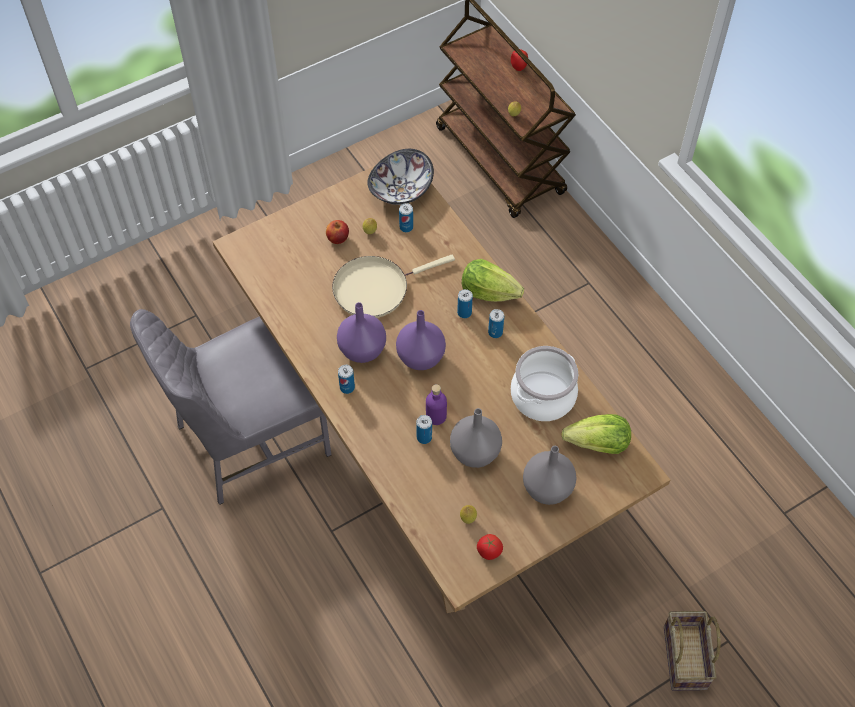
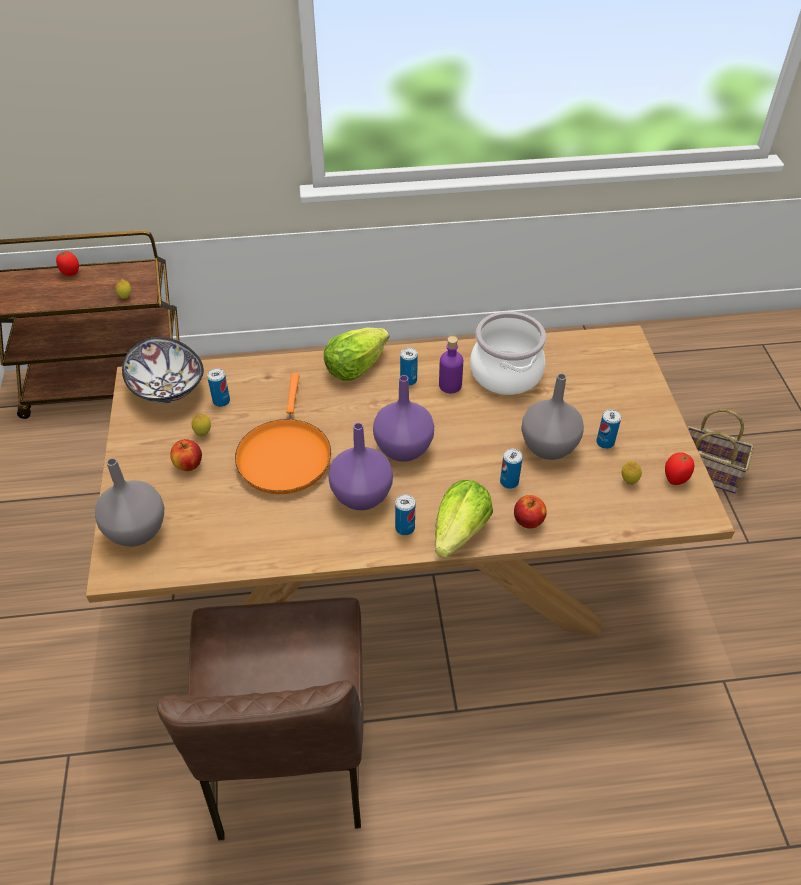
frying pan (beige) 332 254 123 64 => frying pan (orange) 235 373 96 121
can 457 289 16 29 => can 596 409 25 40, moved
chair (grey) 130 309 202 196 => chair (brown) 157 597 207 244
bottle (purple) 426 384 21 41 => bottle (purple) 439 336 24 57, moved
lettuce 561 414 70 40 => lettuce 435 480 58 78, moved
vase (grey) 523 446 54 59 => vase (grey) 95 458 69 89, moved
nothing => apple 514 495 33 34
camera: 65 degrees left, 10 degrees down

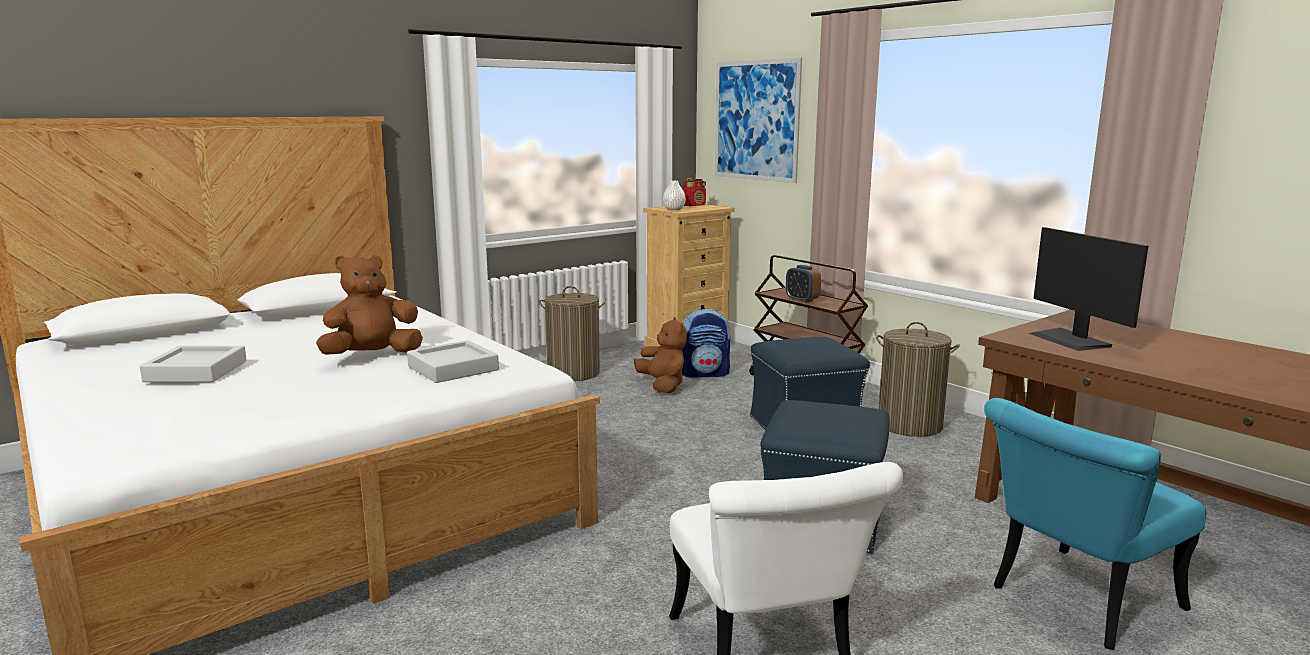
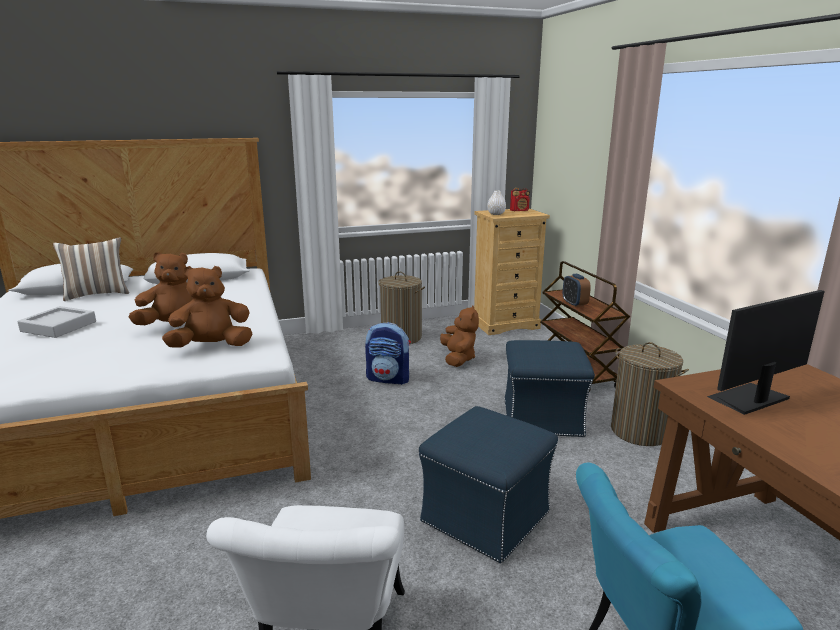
picture 715 57 87 126 => nothing
monitor 1028 227 120 124 => monitor 707 290 118 125, 60 degrees clockwise
backpack 682 309 48 68 => backpack 365 322 46 63, moved
tray (grey) 407 340 92 43 => plush toy (brown) 162 266 90 81
nothing => pillow 53 237 76 64
camera: 20 degrees right, 5 degrees up

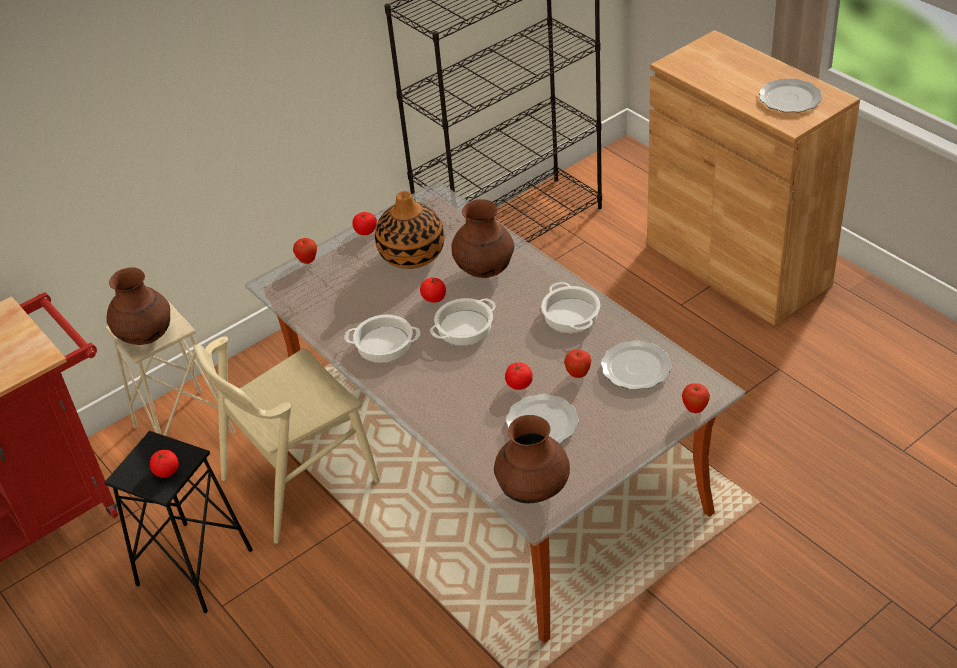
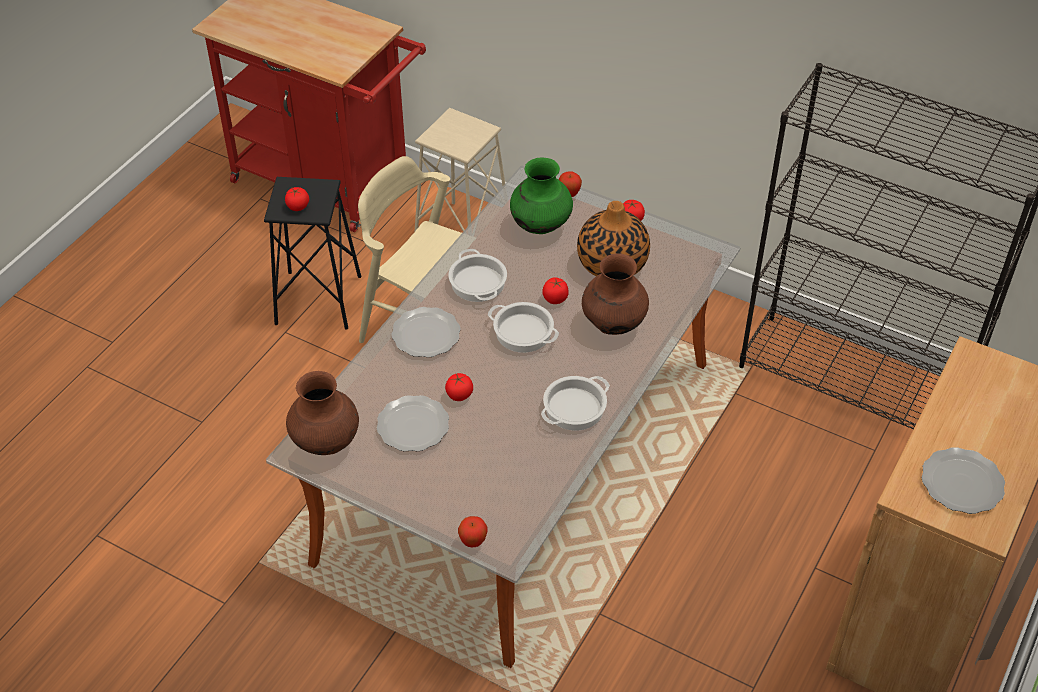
vase (brown) 107 267 63 78 => nothing
plate 601 340 71 50 => plate 391 307 70 51, moved
apple 564 349 27 29 => nothing
nothing => vase (green) 510 158 63 76
camera: 65 degrees right, 5 degrees up

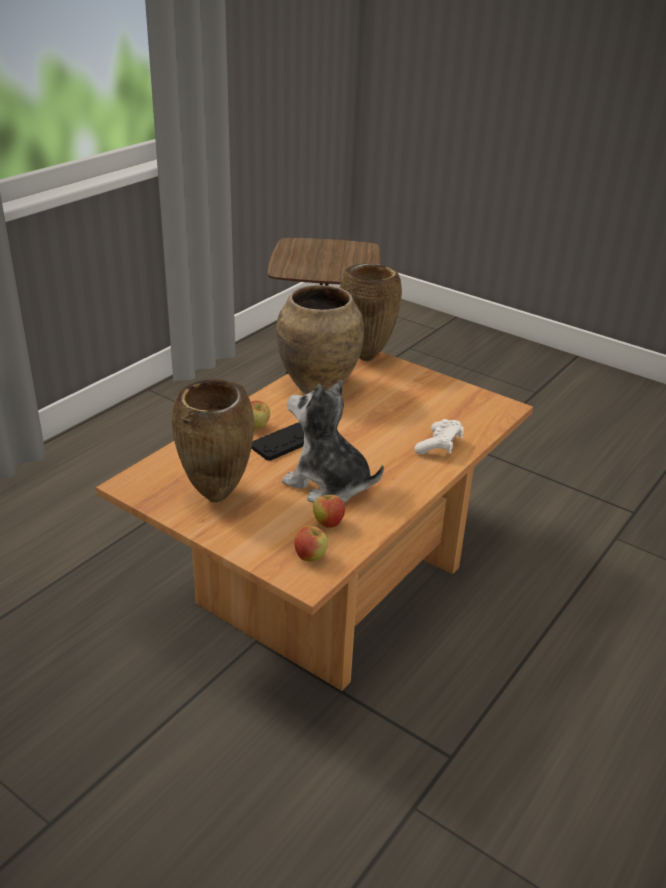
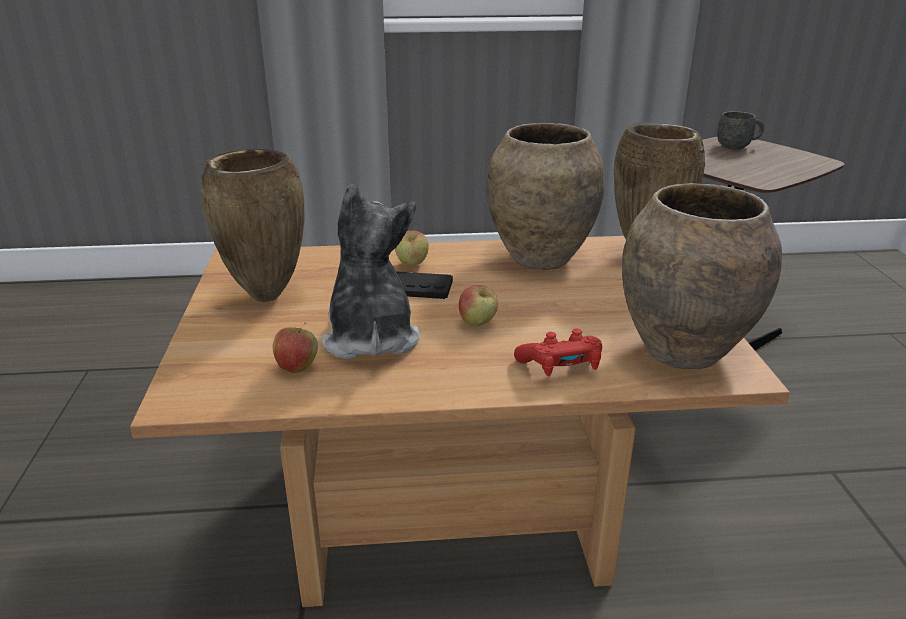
game controller (white) 415 419 49 36 => game controller (red) 514 328 88 49
apple 294 526 34 36 => apple 459 285 39 41, moved
nothing => mug (grey) 717 111 47 39
nothing => vase (brown) 622 183 160 186
camera: 50 degrees right, 5 degrees down

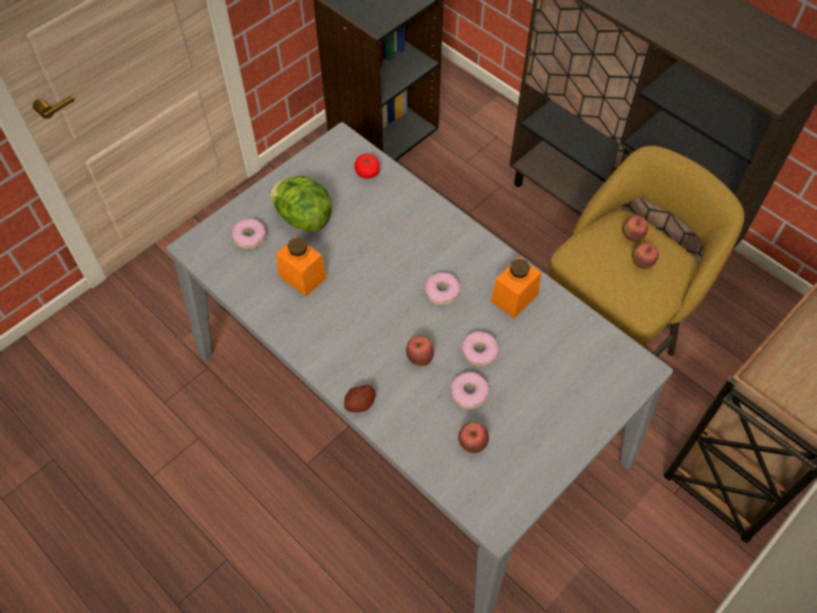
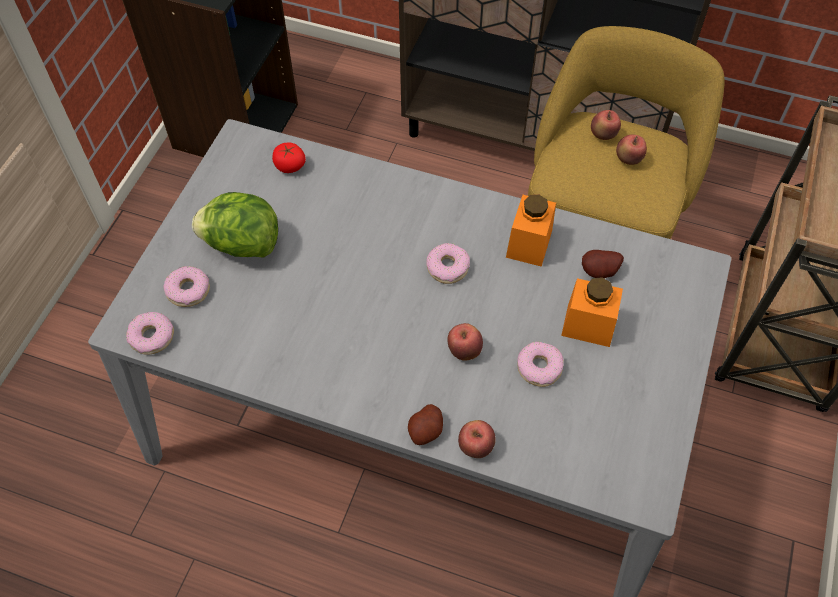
jar (orange) 276 237 51 60 => jar (orange) 561 277 62 70, moved
donut 461 331 38 35 => donut 126 312 48 43, moved
apple 458 422 31 31 => apple 458 420 38 38, moved
nothing => potato 582 250 42 28
camera: 25 degrees left, 0 degrees up

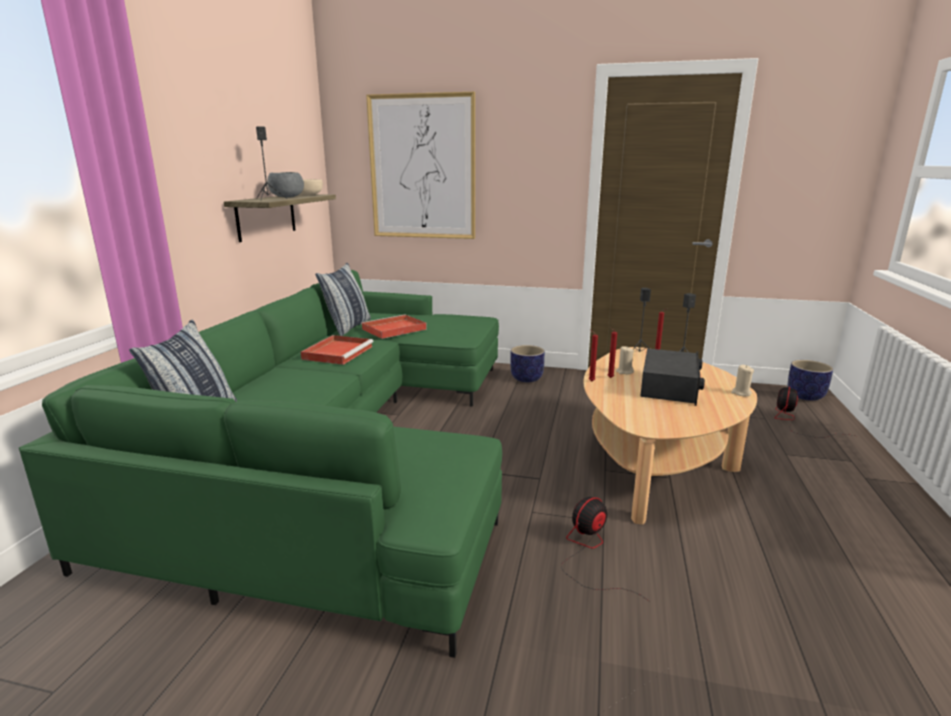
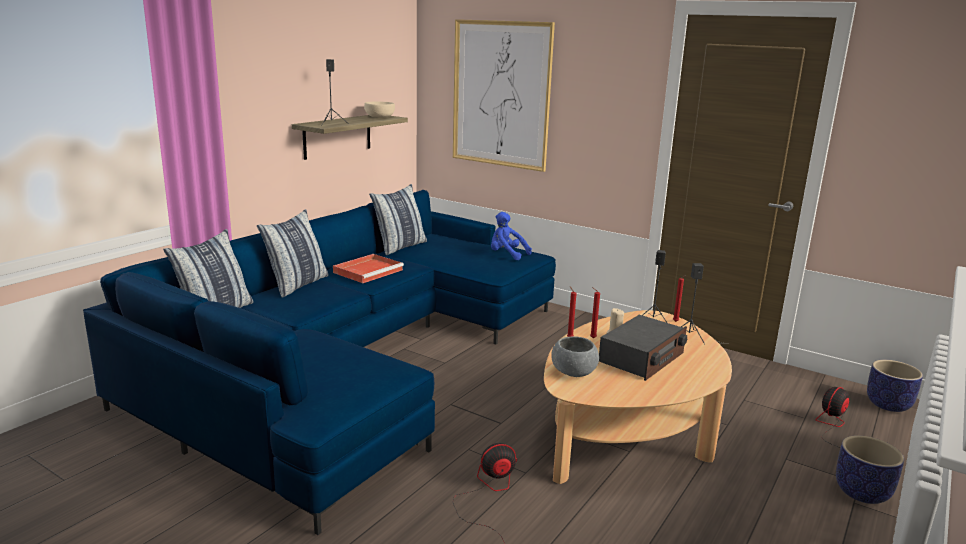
bowl (grey) 267 172 37 26 => bowl (grey) 551 336 48 41, moved
sofa (green) 19 270 483 388 => sofa (blue) 83 190 473 345
tray (red) 361 314 66 25 => nothing
planter 510 345 35 37 => planter 836 435 68 69, moved
candle (beige) 731 365 23 31 => nothing
nothing => pillow 257 209 72 89
nothing => plush toy (blue) 491 212 41 48
camera: 20 degrees right, 0 degrees up

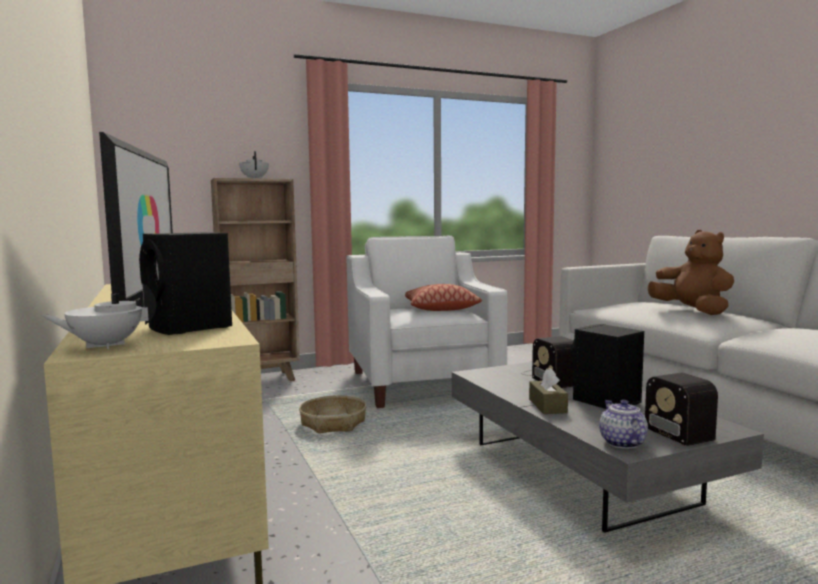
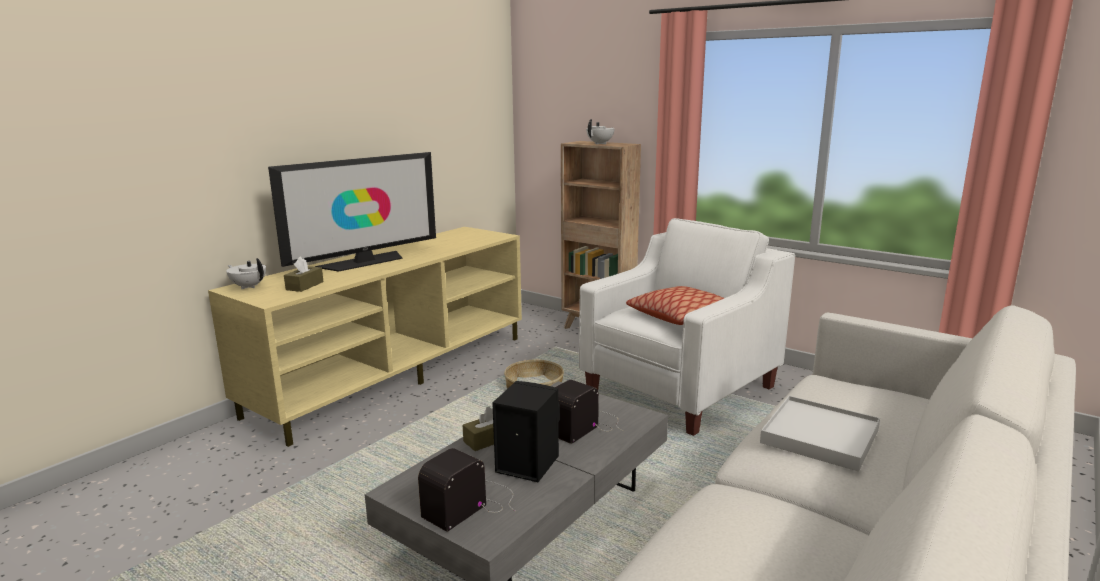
plush toy (brown) 647 230 87 85 => tray (white) 760 396 120 76
speaker (black) 139 232 93 103 => tissue box (brown) 284 256 40 36
teapot 599 400 49 49 => nothing
camera: 60 degrees right, 10 degrees up

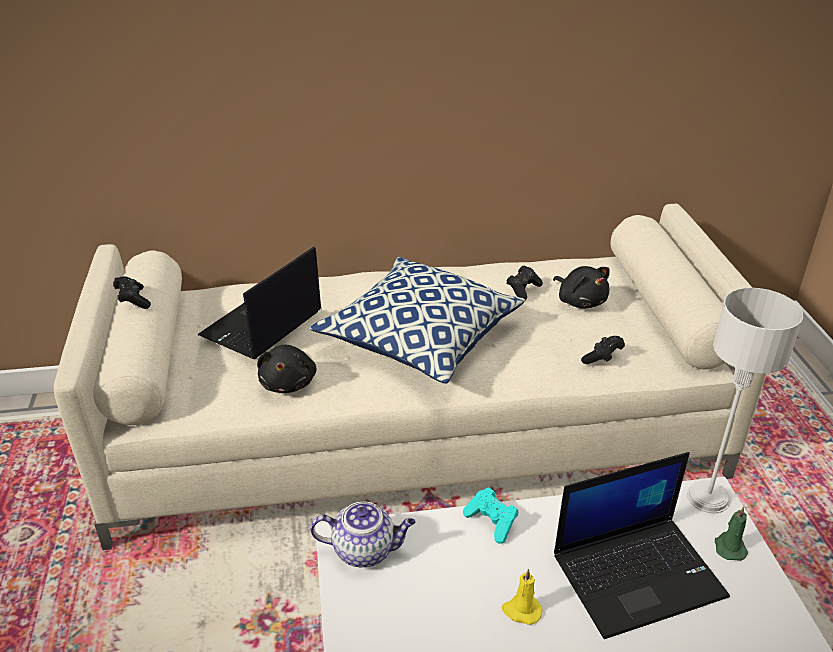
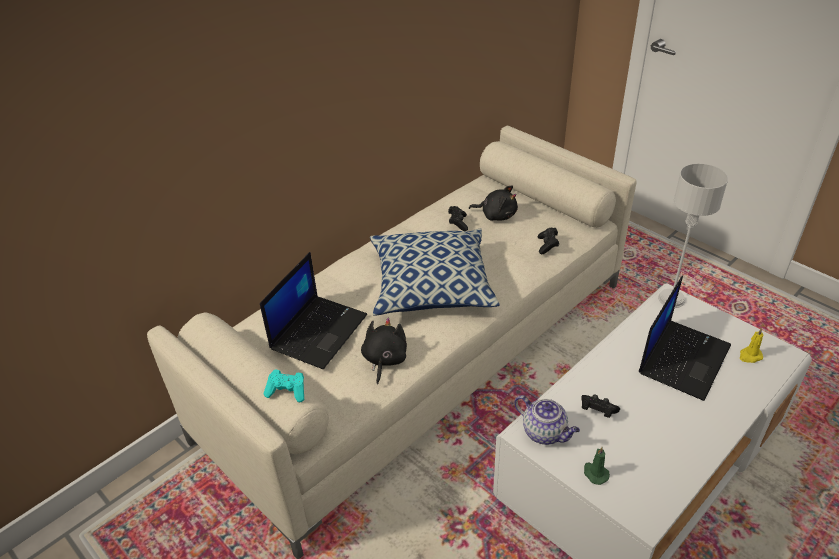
laptop 197 246 124 114 => laptop 260 252 107 117, 150 degrees counterclockwise
game controller (black) 113 276 38 33 => game controller (black) 581 394 39 24, moved
plush toy (black) 257 345 60 48 => plush toy (black) 361 318 46 67, 135 degrees counterclockwise
game controller (turquoise) 463 488 55 56 => game controller (turquoise) 264 370 40 32, moved
teapot 310 501 105 66 => teapot 514 395 66 50, 75 degrees clockwise
candle (green) 715 506 33 55 => candle (green) 584 447 26 38, moved
candle (yellow) 502 569 40 56 => candle (yellow) 740 328 23 35, moved
camera: 35 degrees left, 5 degrees up

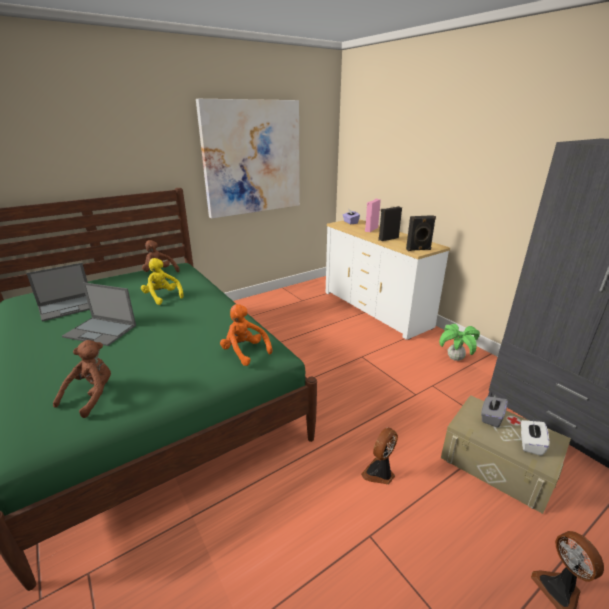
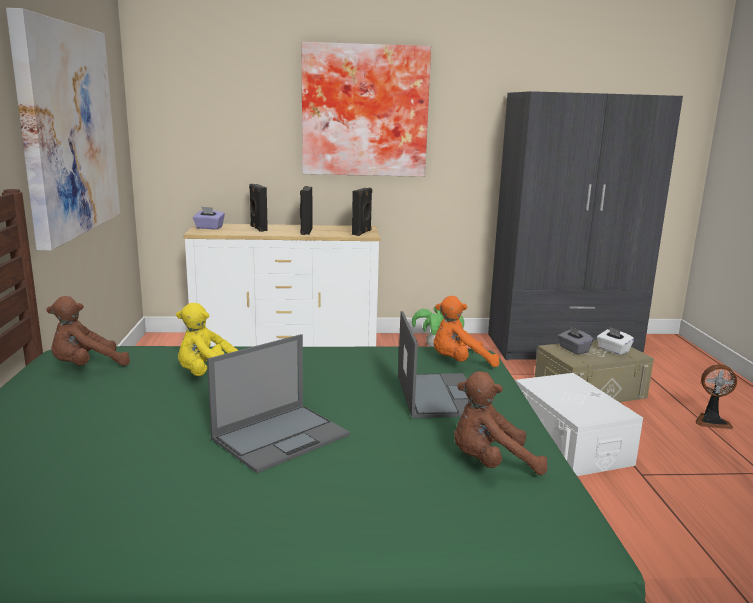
speaker (pink) 365 199 16 33 => speaker (black) 249 184 19 48
laptop 26 263 64 58 => laptop 398 311 72 107, moved
plush toy (brown) 53 340 58 78 => plush toy (brown) 454 371 93 104, 60 degrees counterclockwise
fan 361 427 37 58 => storage box (white) 515 373 128 103
nothing => picture 302 42 129 135
camera: 60 degrees left, 10 degrees down

